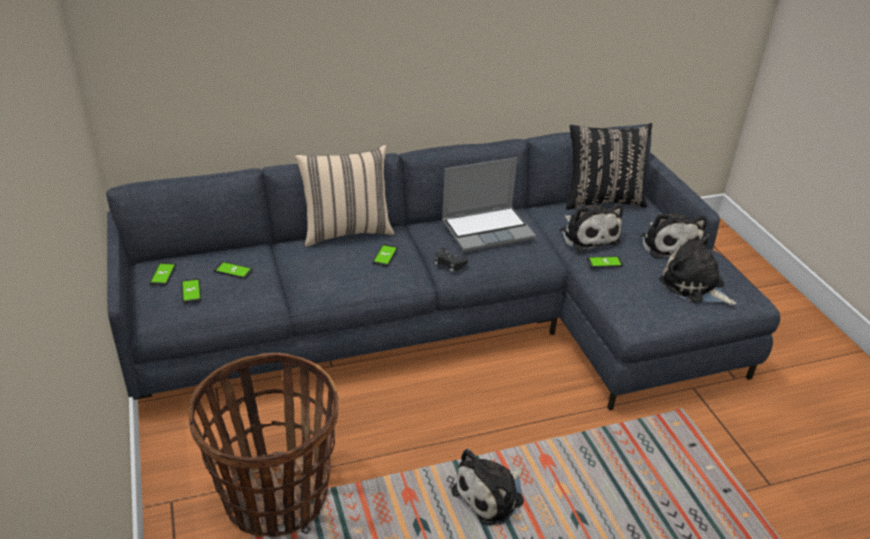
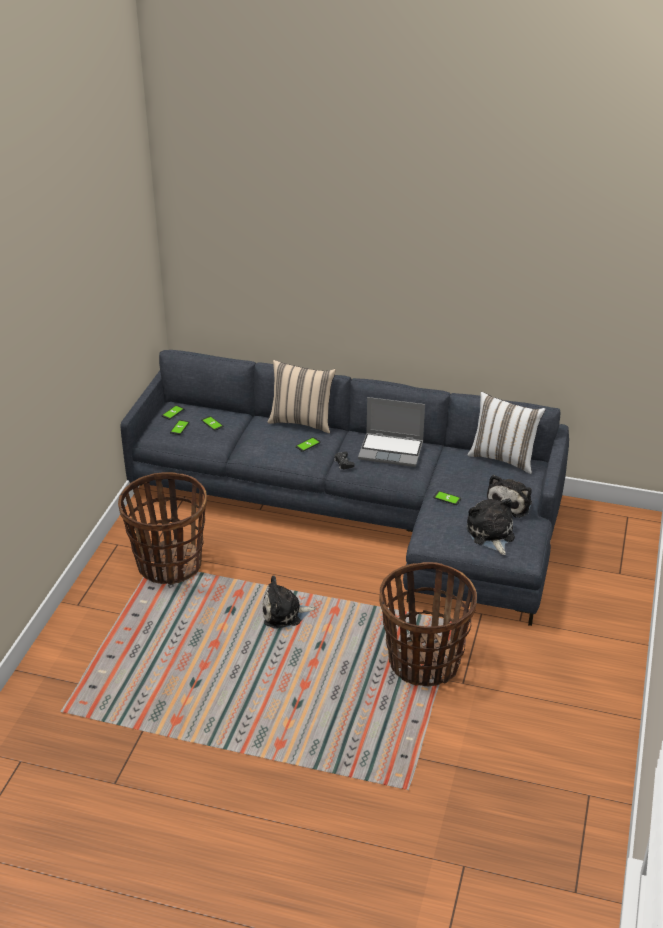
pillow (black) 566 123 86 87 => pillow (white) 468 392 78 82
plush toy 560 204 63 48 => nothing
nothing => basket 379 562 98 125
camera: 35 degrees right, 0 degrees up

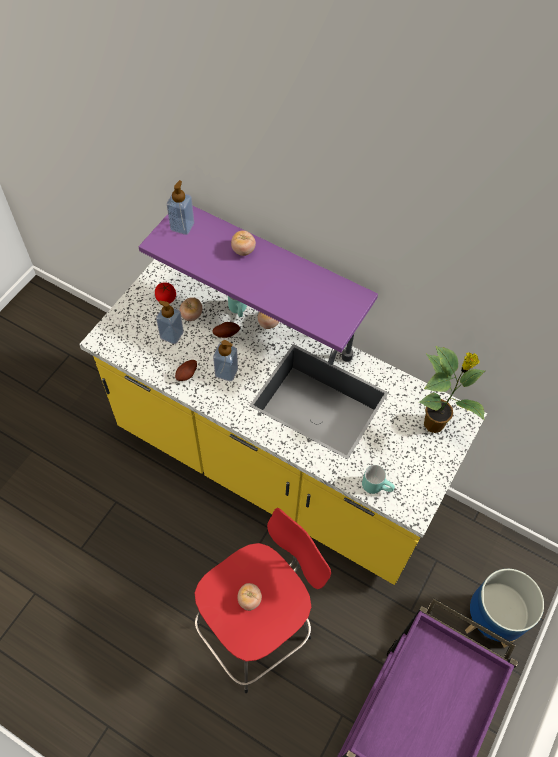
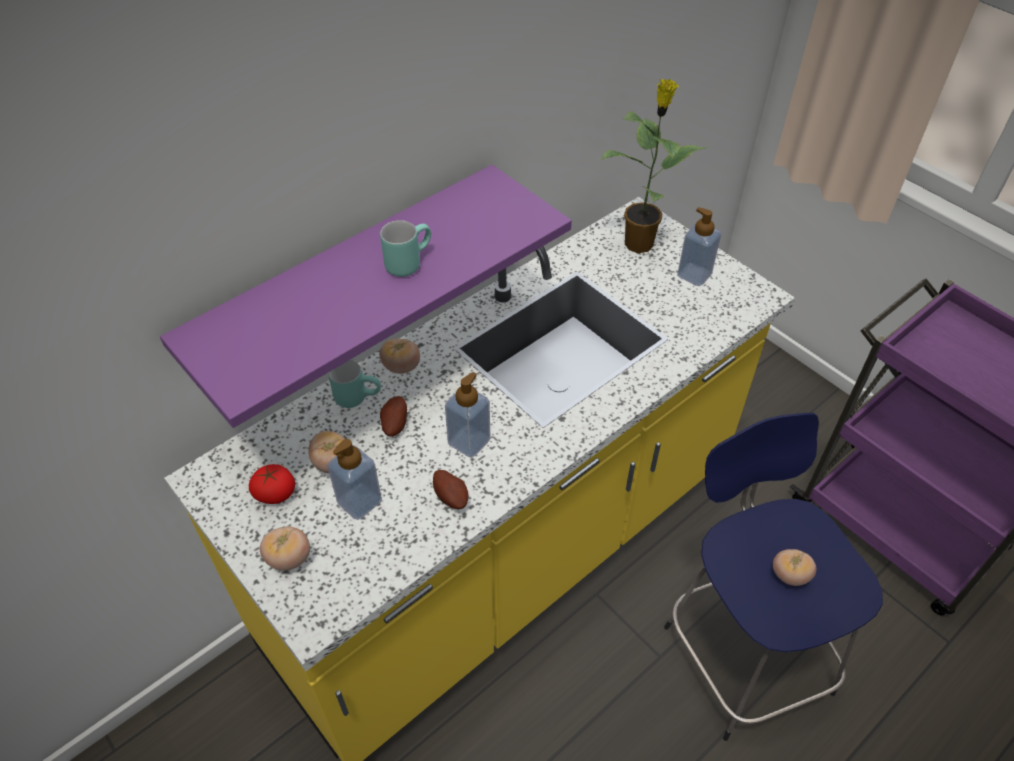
soap dispenser 167 180 27 55 => soap dispenser 677 207 45 79, moved
tomato 231 230 25 26 => tomato 260 526 50 45, moved
mug (turquoise) 362 465 33 29 => mug (turquoise) 380 220 51 57, moved
stool (red) 195 508 136 185 => stool (blue) 664 413 219 328
planter 465 569 79 79 => nothing
camera: 70 degrees left, 10 degrees down

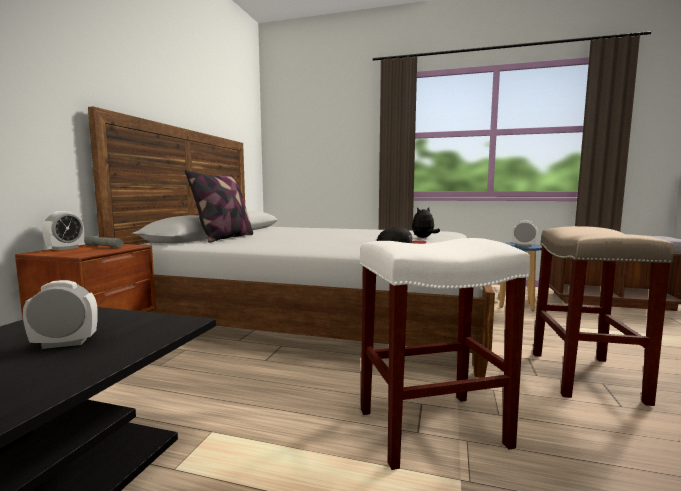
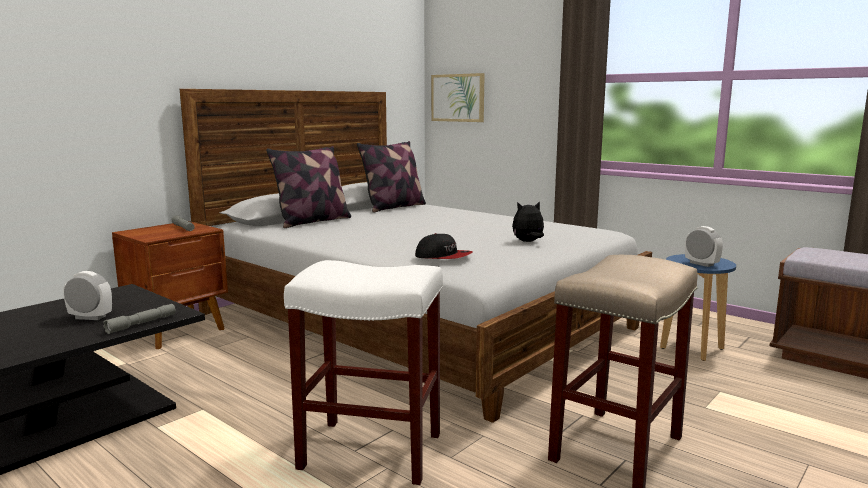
alarm clock 42 211 42 39 => nothing
nothing => picture 431 73 54 49
nothing => pillow 357 141 69 72
nothing => flashlight (grey) 103 304 73 30
camera: 25 degrees right, 5 degrees up

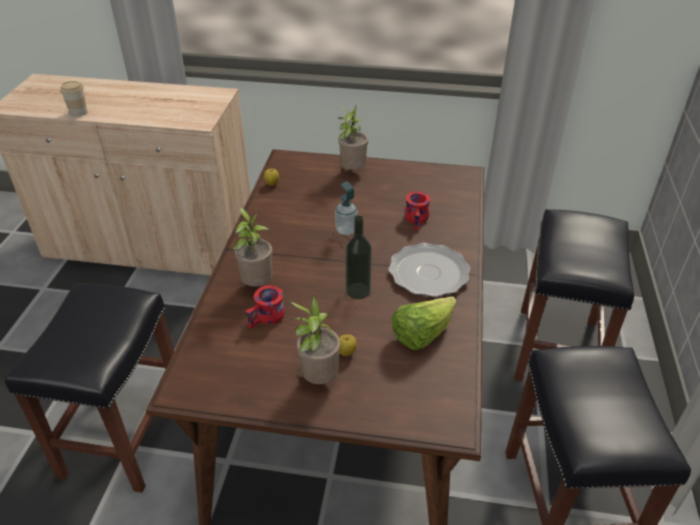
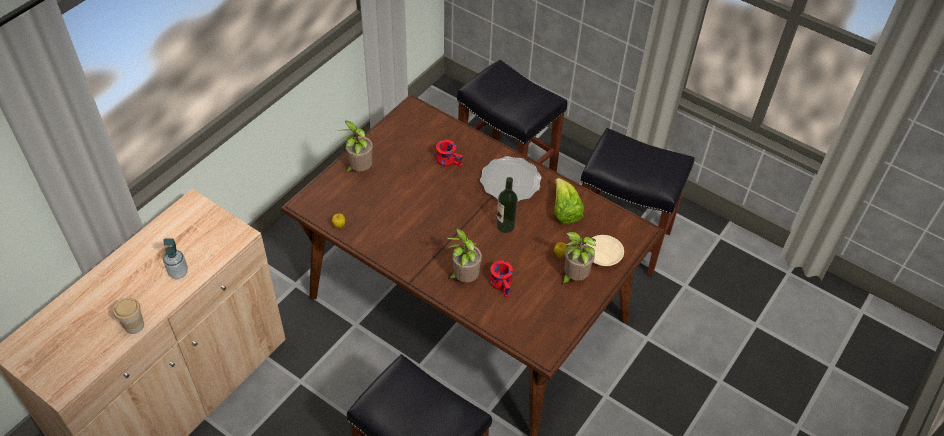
soap dispenser 335 181 23 54 => soap dispenser 163 238 25 41, moved
nothing => plate (beige) 586 235 38 31
camera: 65 degrees left, 10 degrees up

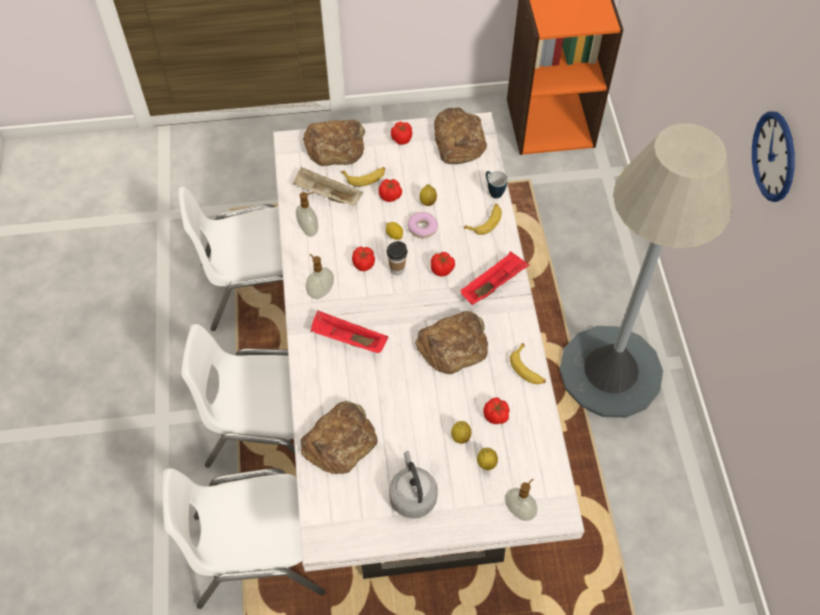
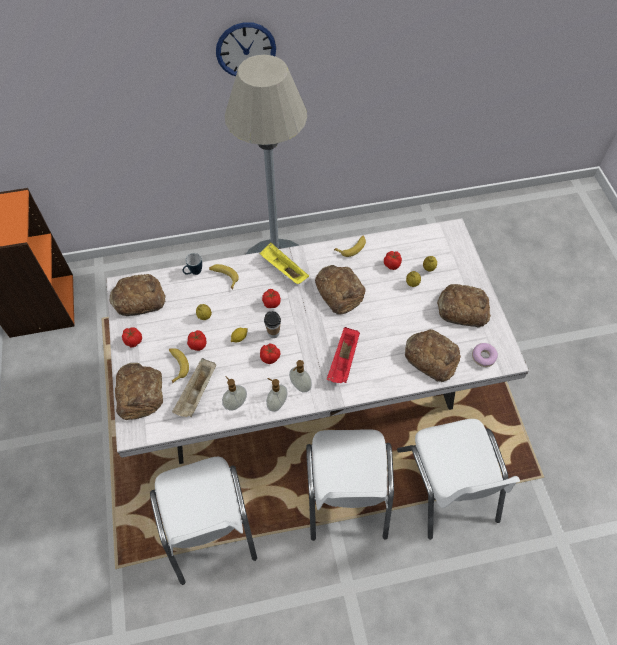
donut 408 212 30 26 => donut 472 343 26 24, moved
tray (red) 460 251 70 54 => tray (yellow) 260 243 49 41
kettle (grey) 389 451 49 68 => bread 437 284 54 43
soap dispenser 505 478 32 43 => soap dispenser 266 378 22 34, moved
camera: 95 degrees left, 0 degrees up

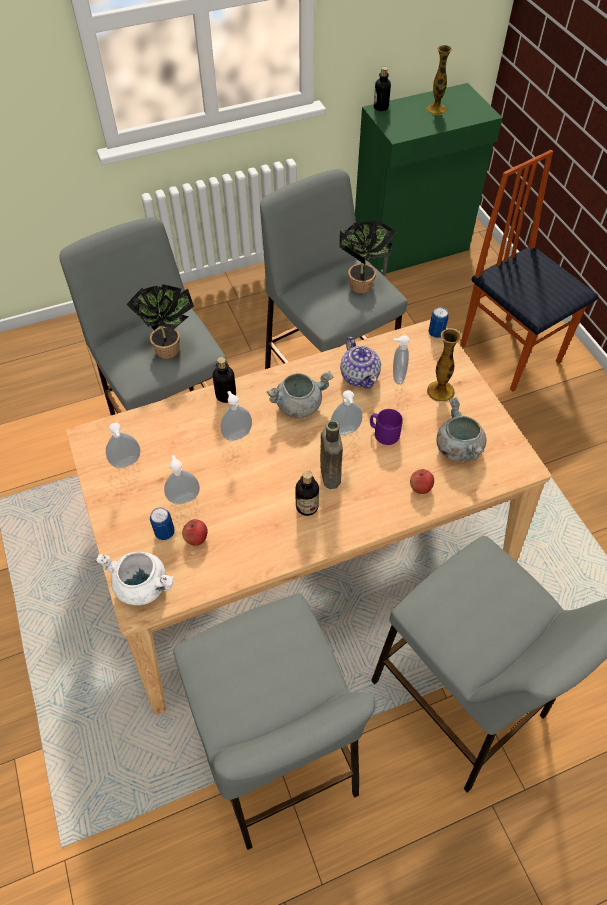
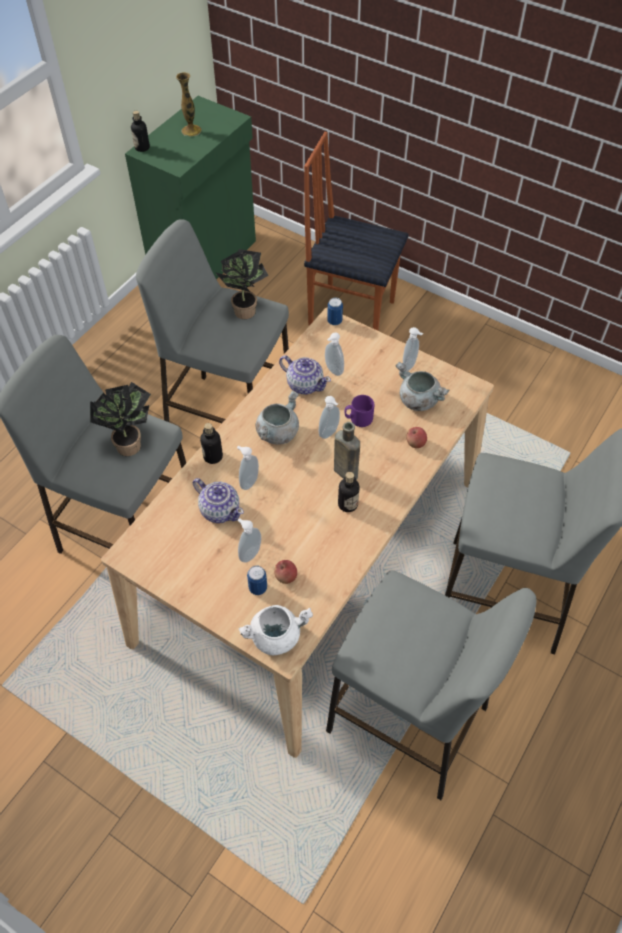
vase 427 328 34 73 => nothing
soap dispenser 106 423 34 45 => soap dispenser 403 327 20 44, moved
nothing => teapot 193 478 51 45
camera: 35 degrees left, 0 degrees up

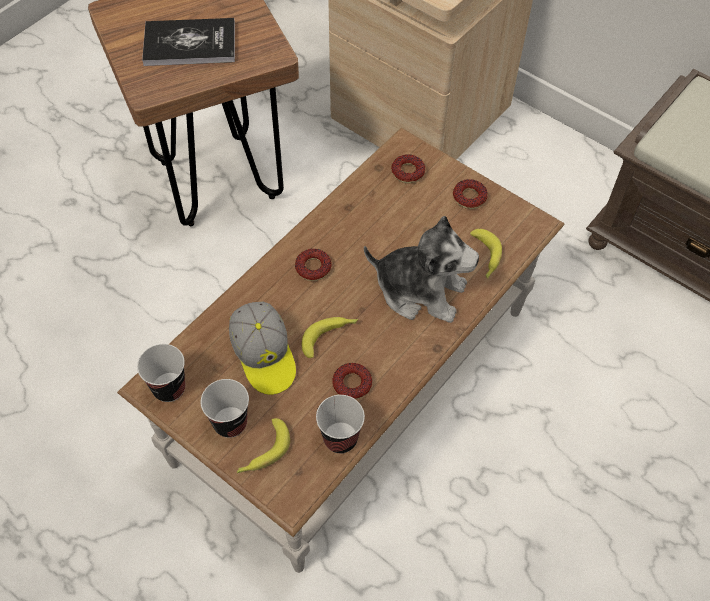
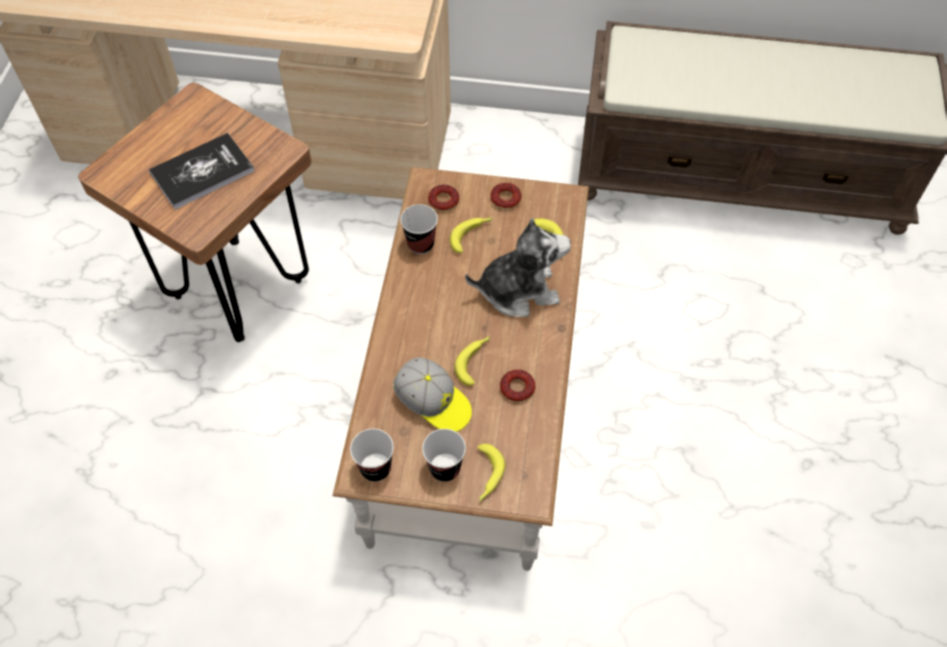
donut 295 249 37 32 => nothing
cup 316 395 49 59 => cup 400 204 38 50, moved
nothing => banana 450 217 42 36
camera: 30 degrees left, 0 degrees up

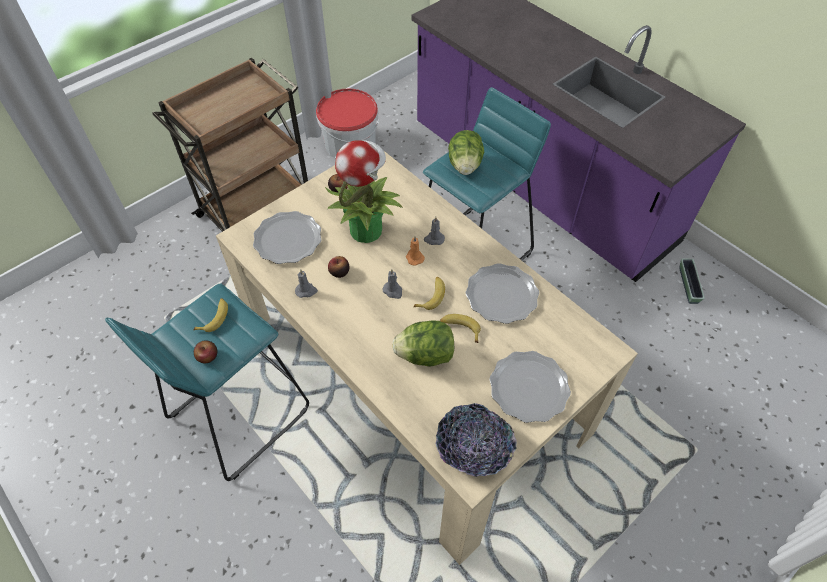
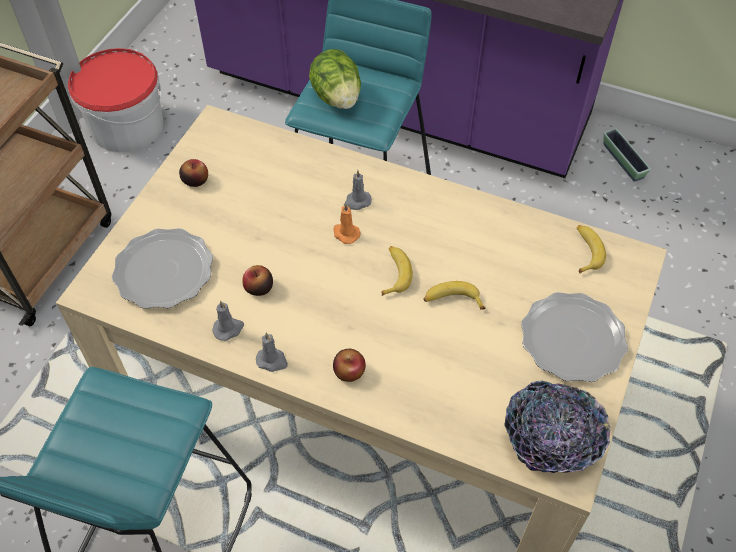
potted plant 325 140 78 103 => nothing
plate 466 263 73 61 => nothing
candle (grey) 382 269 20 30 => candle (grey) 256 332 32 40, moved
banana 193 298 35 34 => banana 577 225 29 48, moved
lettuce 392 320 62 47 => nothing
apple 194 340 23 23 => apple 333 349 33 33, moved
camera: 25 degrees left, 0 degrees up

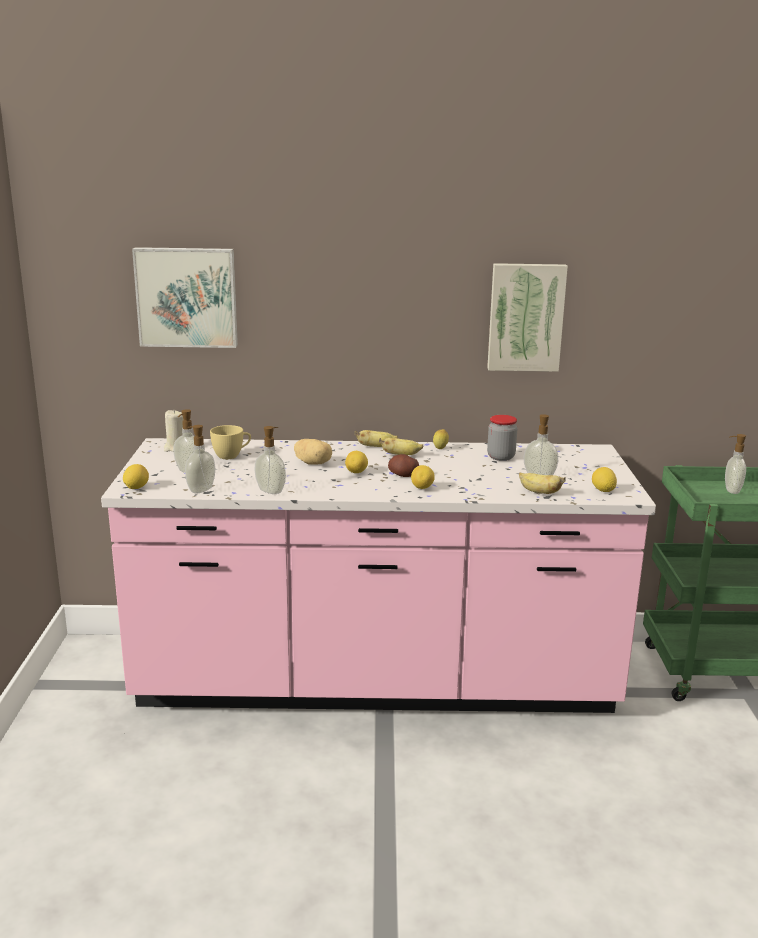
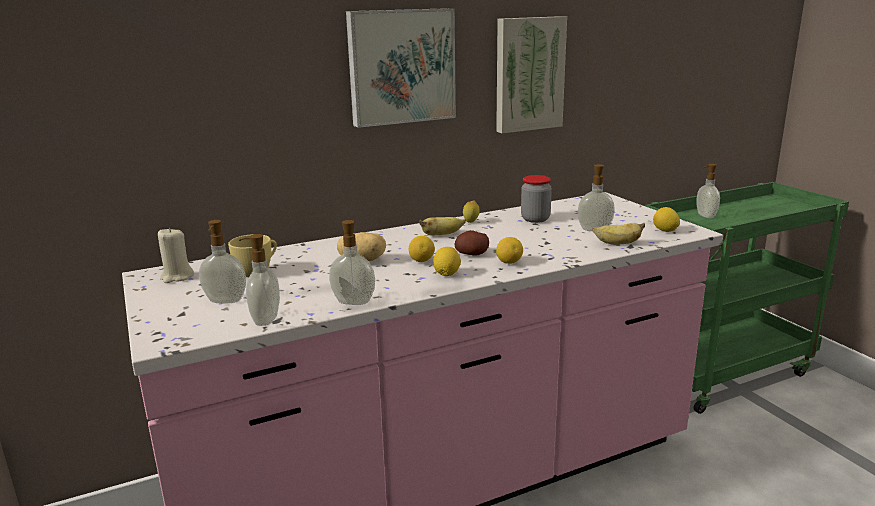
picture 132 247 106 101 => picture 346 8 110 120, moved
banana 354 430 44 17 => nothing
lemon 123 464 26 25 => lemon 433 247 28 29, moved
camera: 25 degrees left, 0 degrees up

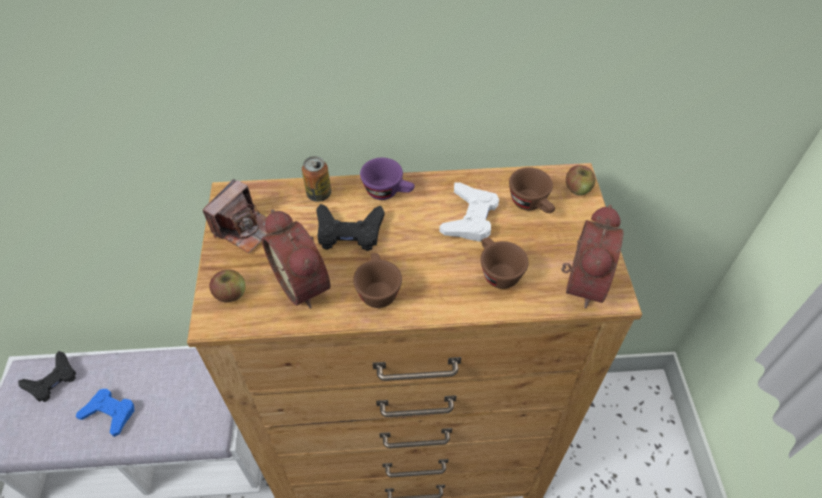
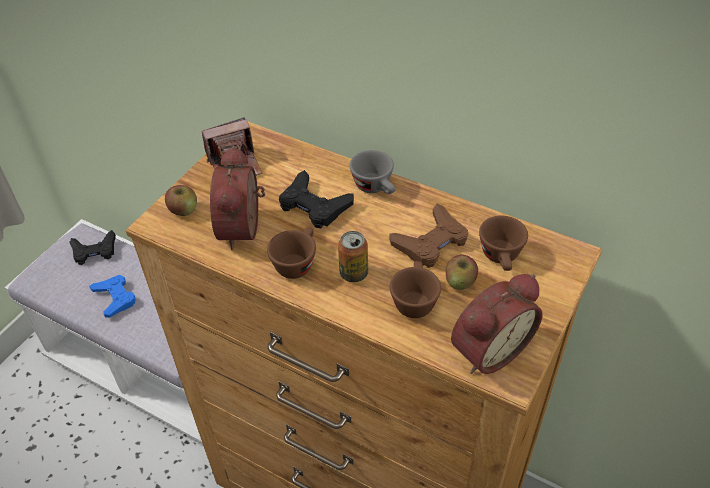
can 302 156 29 46 => can 338 231 30 51, moved
cup (purple) 360 158 55 42 => cup (grey) 350 150 46 44
apple 566 165 30 31 => apple 446 254 32 36, moved
game controller (white) 439 182 60 60 => game controller (brown) 390 203 78 65
camera: 35 degrees right, 5 degrees down

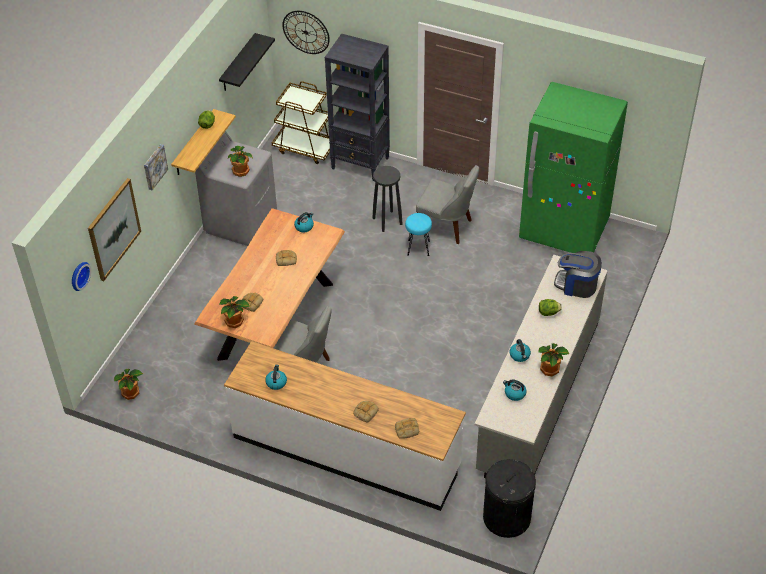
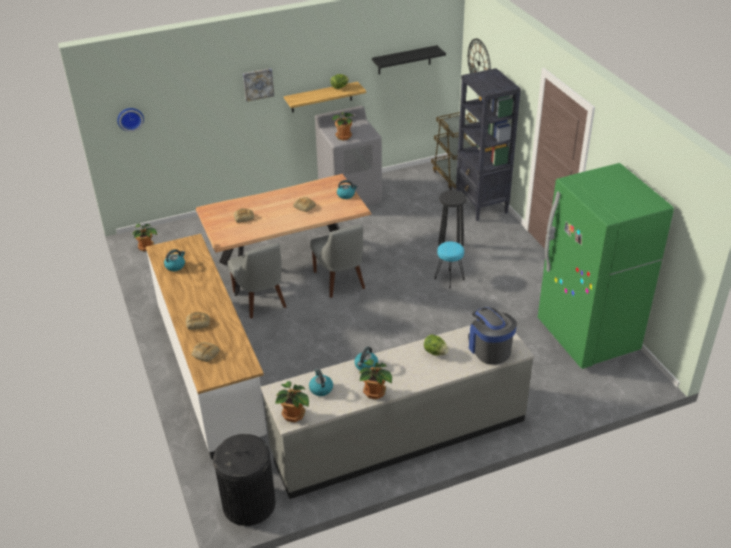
chair (grey) 416 165 63 79 => chair (grey) 310 224 55 74, moved
picture 88 178 53 103 => nothing
potted plant 220 296 30 32 => potted plant 275 381 34 42, moved
camera: 45 degrees right, 10 degrees down

